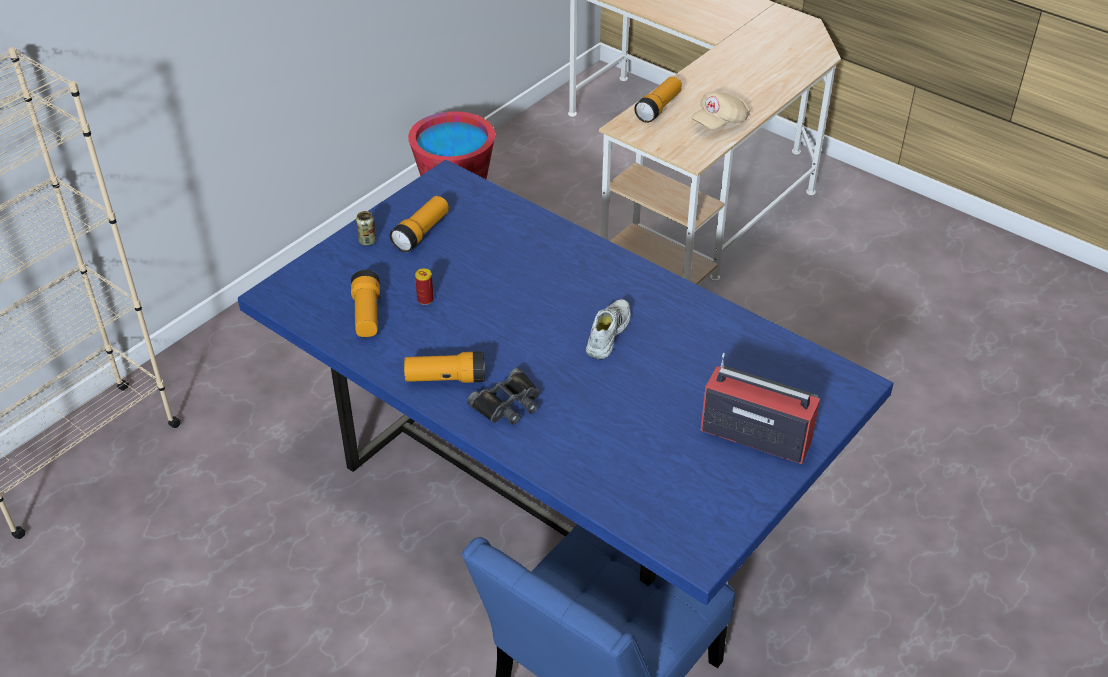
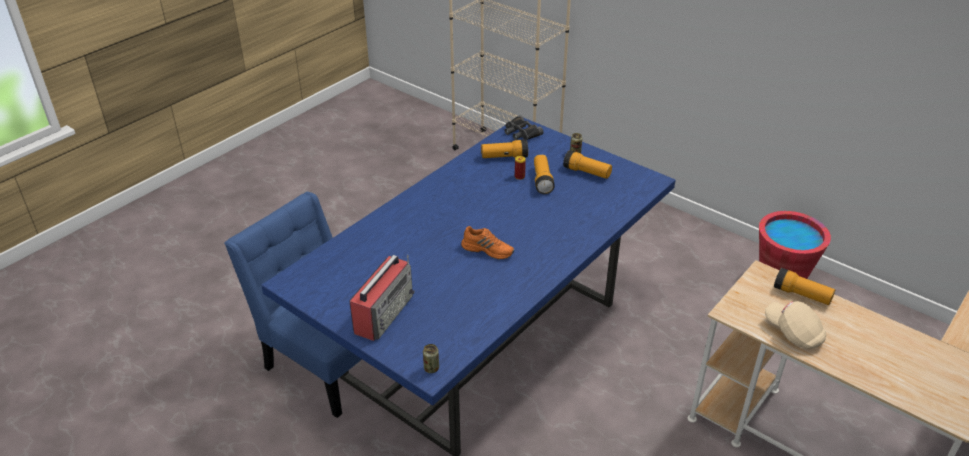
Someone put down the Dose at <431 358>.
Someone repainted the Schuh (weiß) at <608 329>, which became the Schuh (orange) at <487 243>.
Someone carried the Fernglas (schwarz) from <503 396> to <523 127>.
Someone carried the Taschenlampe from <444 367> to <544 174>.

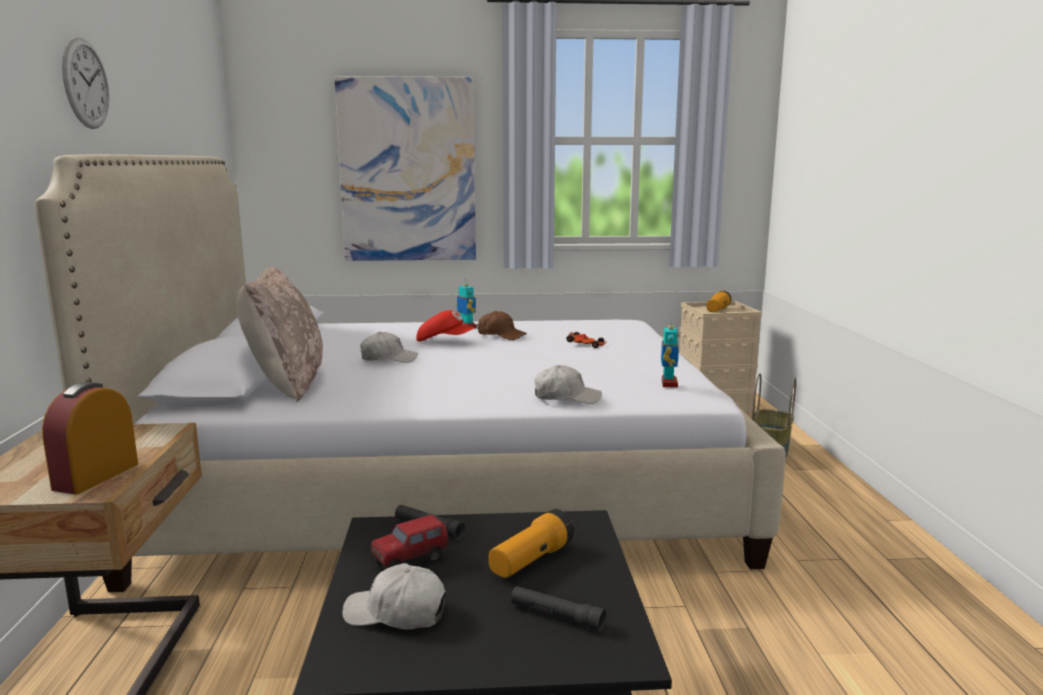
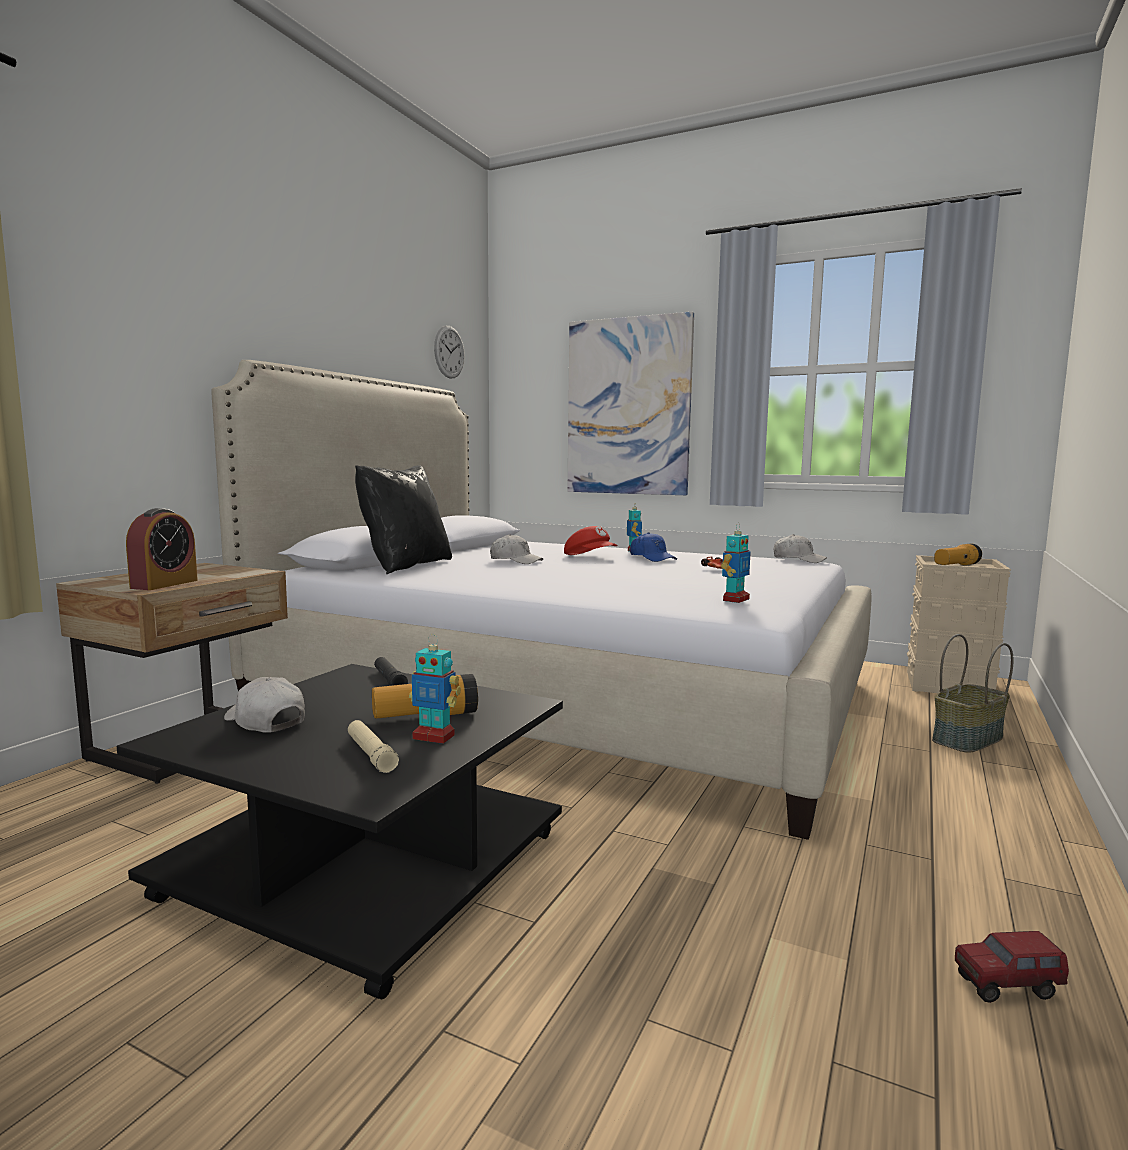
Someone rotated the Wecker at <90 438> by 150 degrees clockwise.
Someone repainted the Taschenlampe (schwarz) at <558 609>, which became the Taschenlampe (beige) at <373 746>.
Someone repainted the Kissen (beige) at <280 334>, which became the Kissen (schwarz) at <403 519>.
Someone put down the Spielzeugroboter at <435 689>.
Someone carried the Wanduhr from <85 83> to <449 352>.
Someone repainted the Kappe (braun) at <502 325>, which became the Kappe (blau) at <653 547>.
Someone carried the Kappe (weiß) from <568 384> to <800 548>.
Someone carried the Spielzeuglaster from <410 542> to <1012 967>.

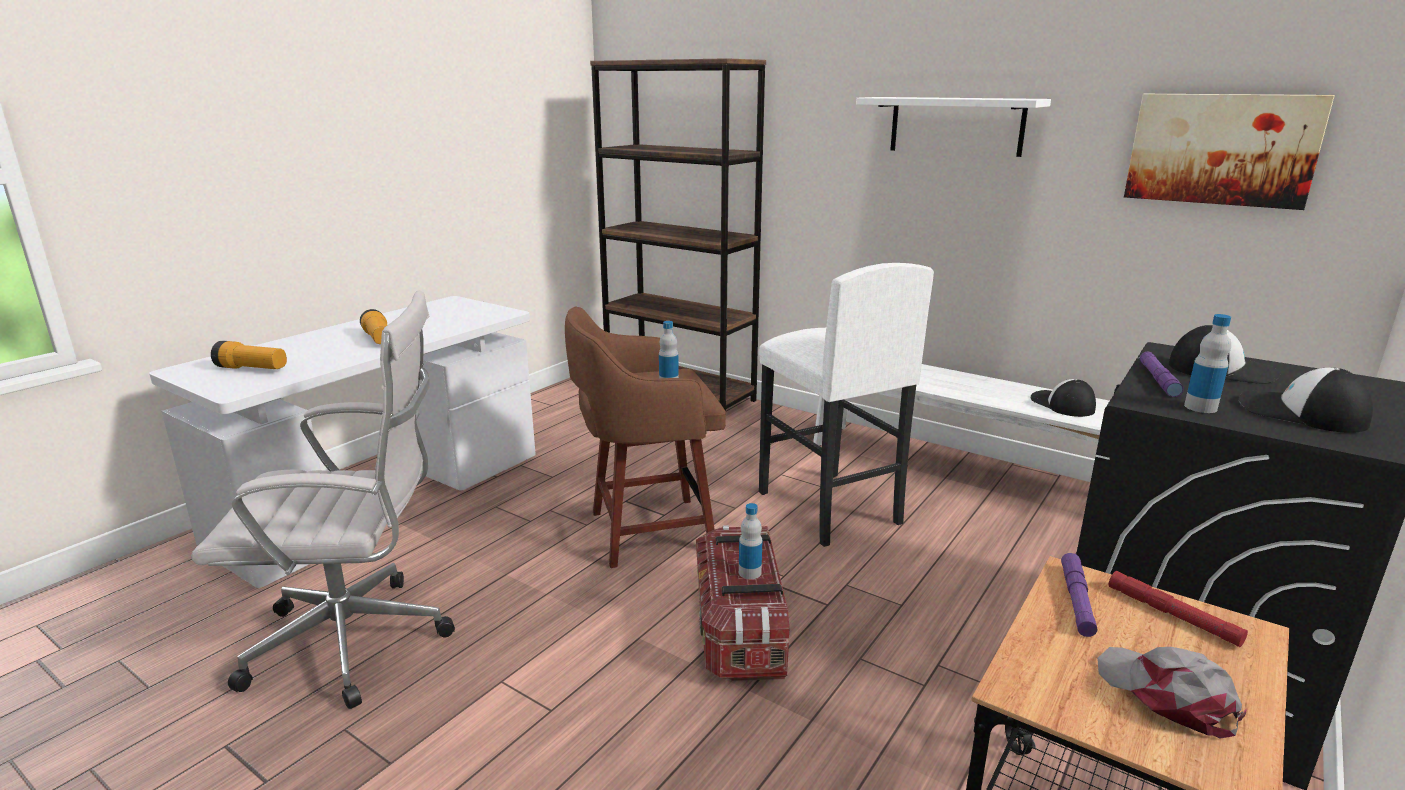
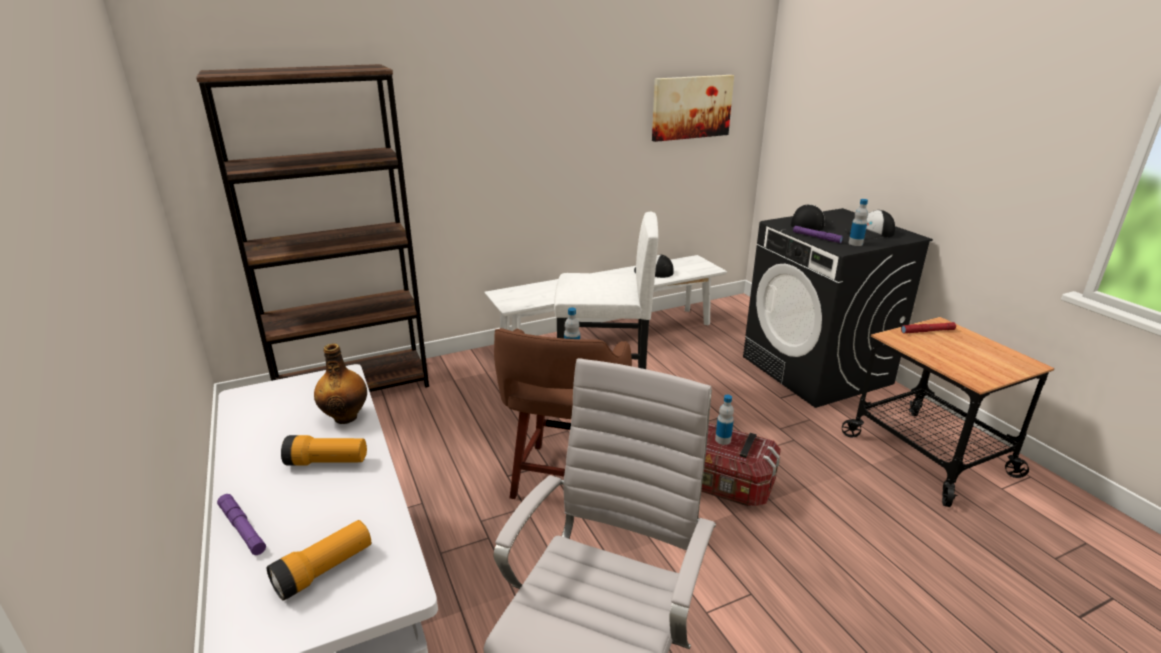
Someone carried the Taschenlampe (lila) from <1079 595> to <241 524>.
Someone put down the Flasche at <340 383>.
Someone took away the Wandregal (weiß) at <953 127>.
Someone took away the Kappe (grau) at <1172 692>.

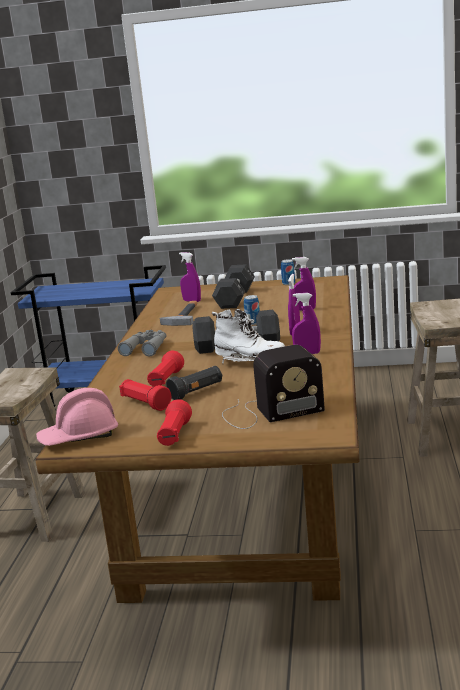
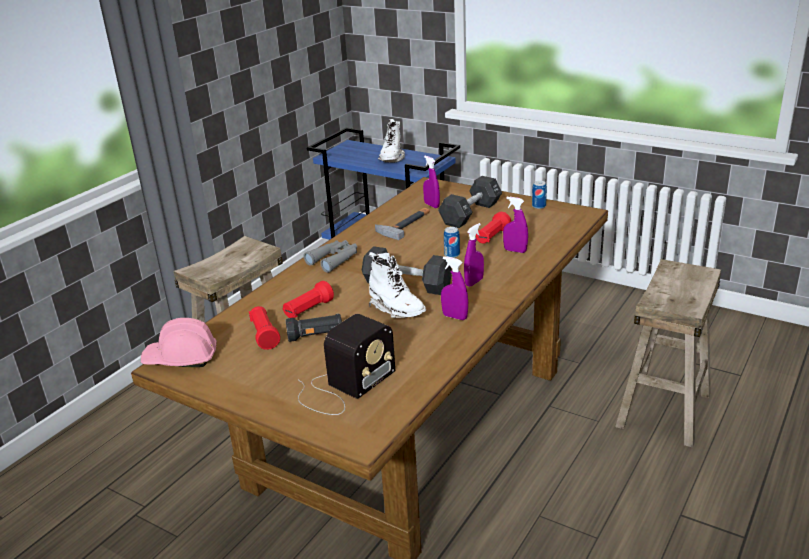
Someone rotated the Radio at <273 387> by 60 degrees counterclockwise.
Someone put down the Stiefel (weiß) at <391 140>.
Someone carried the Taschenlampe (rot) from <174 422> to <493 228>.

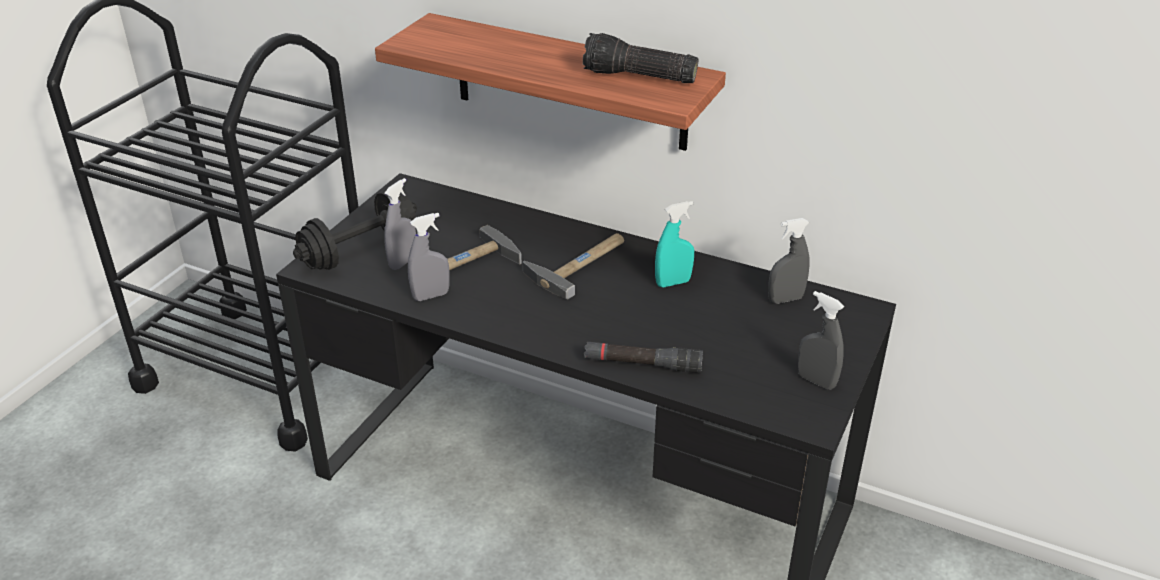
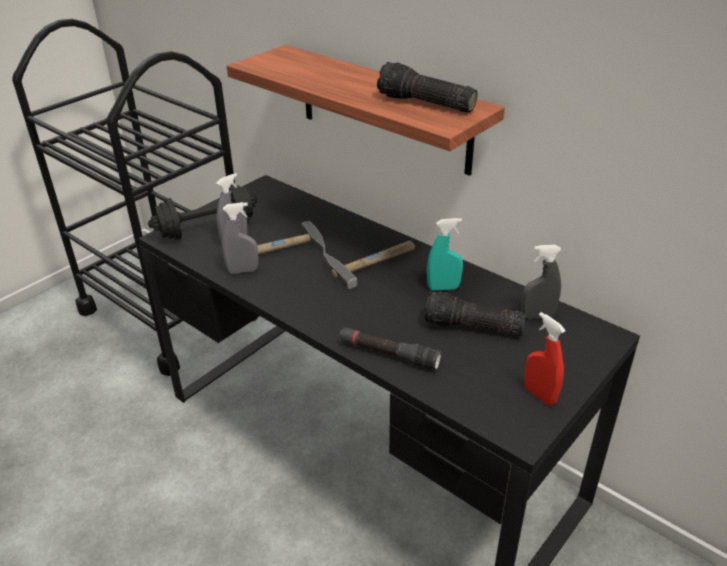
Someone put down the Taschenlampe at <474 313>.
Someone repainted the Sprühflasche (grau) at <821 340>, which became the Sprühflasche (rot) at <545 359>.

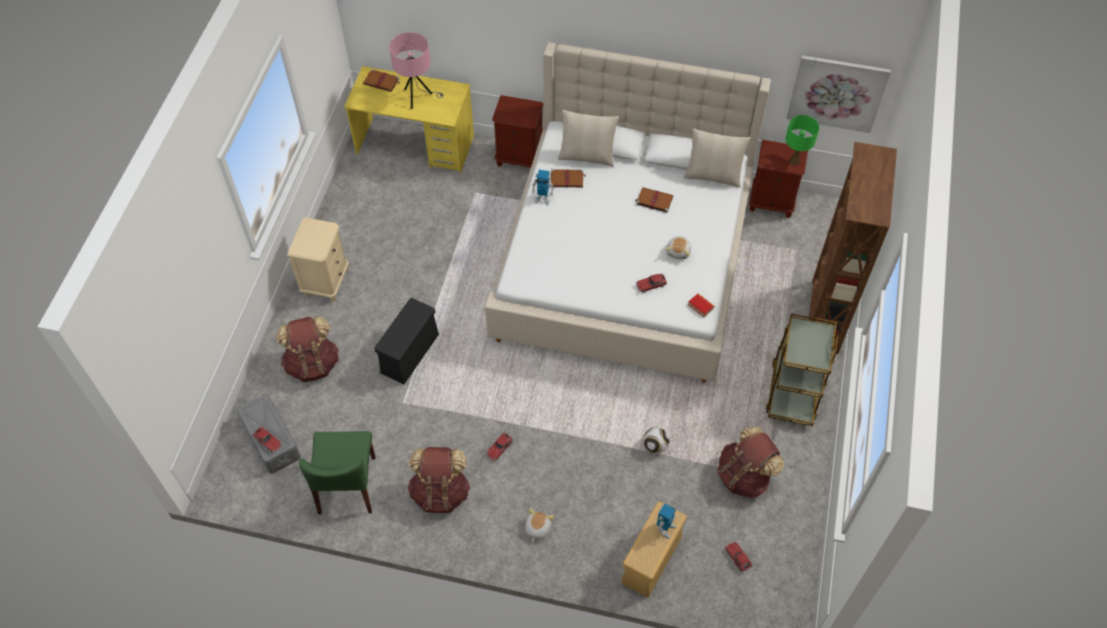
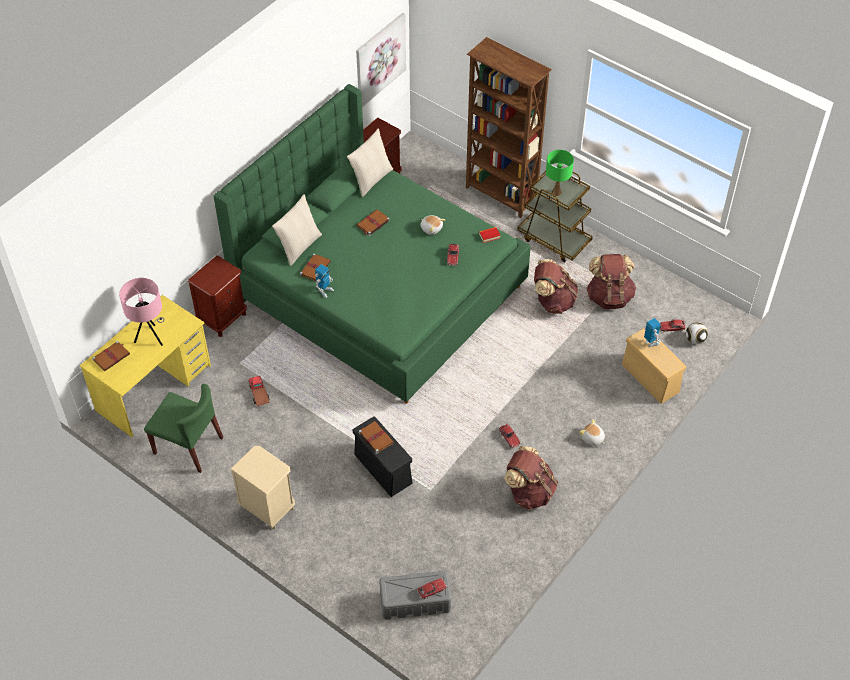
Someone carried the Stuhl (grün) from <337 472> to <183 428>.
Someone repainted the Bett (beige) at <628 212>, which became the Bett (grün) at <372 244>.
Someone put down the Spielzeuglaster at <259 391>.
Someone put down the Buch (braun) at <376 437>.
Someone carried the Rucksack (braun) from <307 349> to <556 286>.
Someone carried the Tischlampe (grün) from <802 140> to <560 173>.
Someone carried the Fußball from <656 440> to <697 333>.

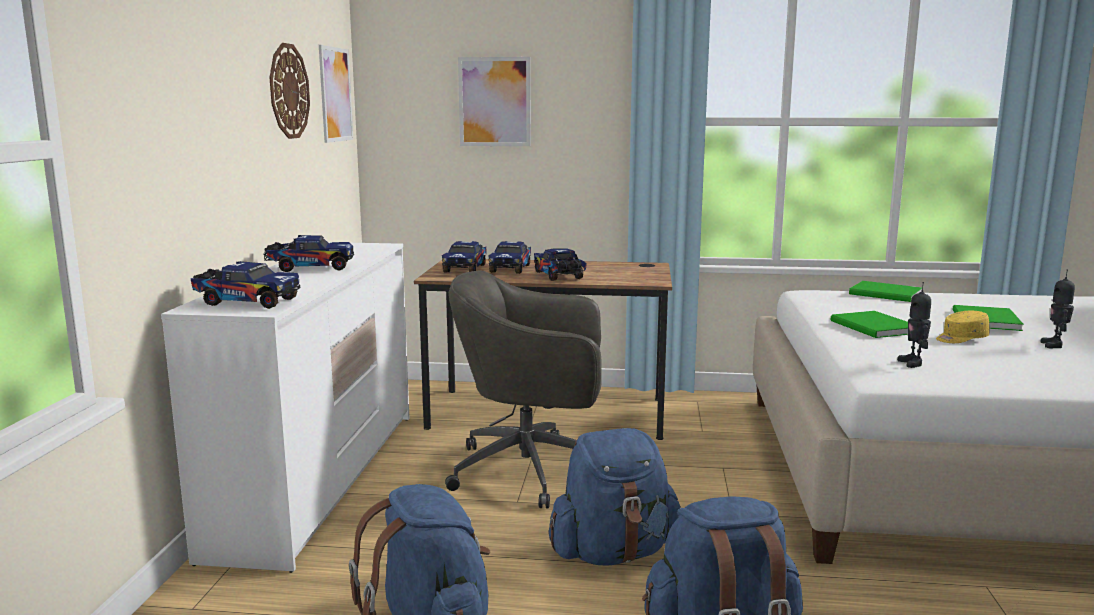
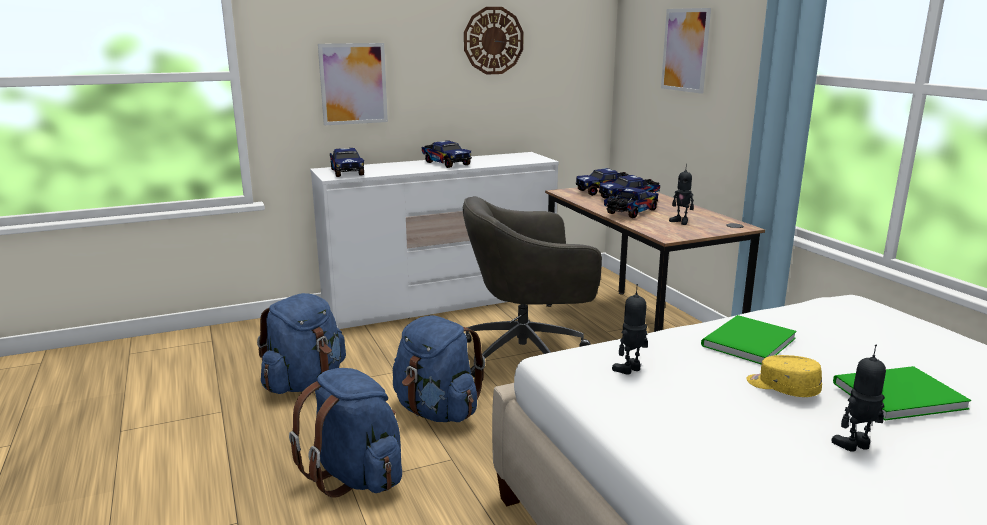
Someone carried the Bild from <336 94> to <353 84>.
Someone rotated the Bürostuhl (grau) at <523 389> by 75 degrees counterclockwise.
Someone put down the Spielzeugroboter at <681 194>.
Someone took away the Buch (grün) at <885 291>.

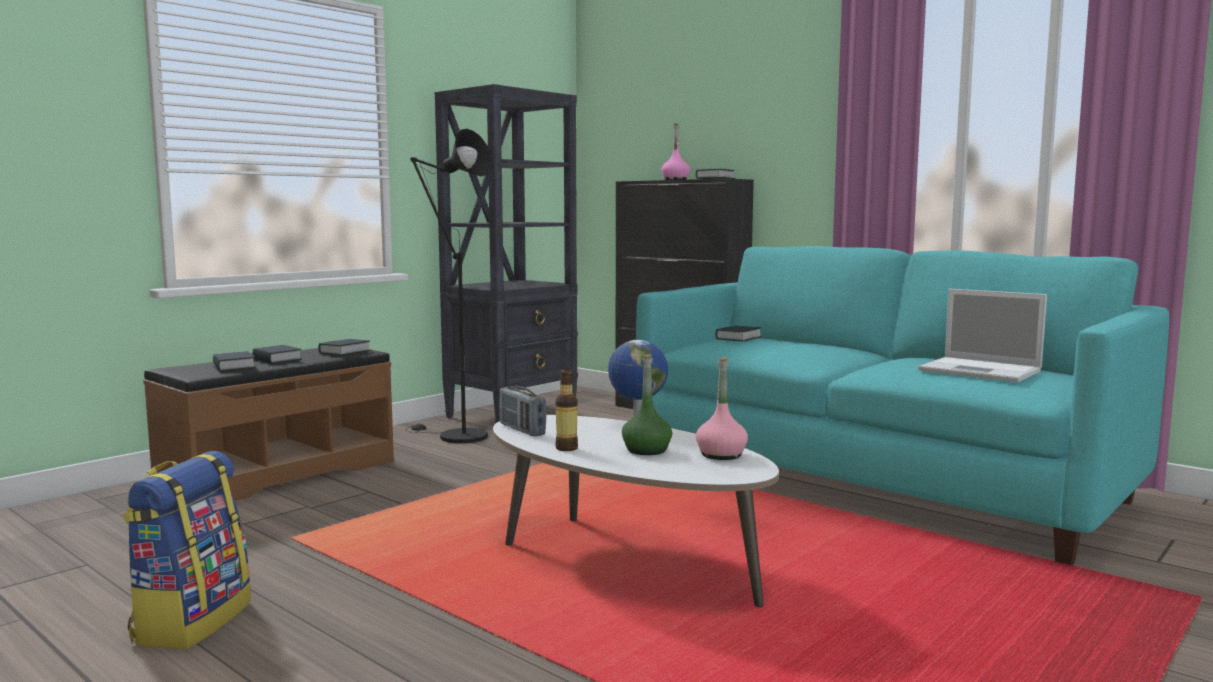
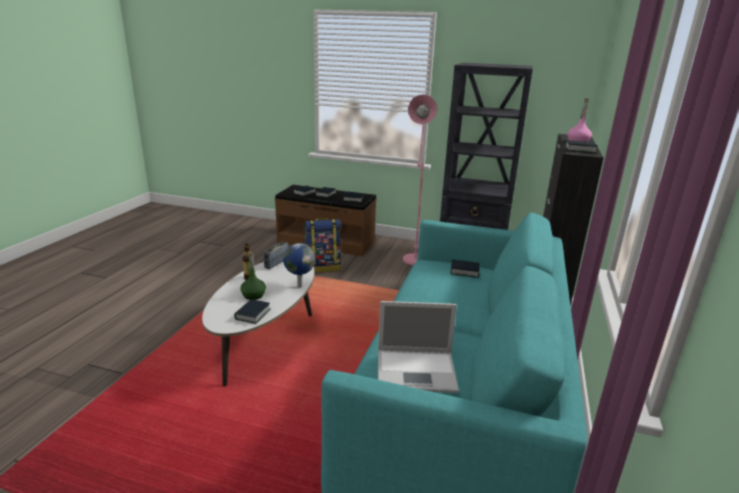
Someone swapped the Flasche (rosa) at <722 408> for the Buch at <252 311>.
Someone carried the Rucksack from <187 550> to <322 245>.
Someone rotated the Laptop at <982 335> by 105 degrees counterclockwise.
Someone repainted the Stehlampe (schwarz) at <448 286>, which became the Stehlampe (rosa) at <420 179>.

